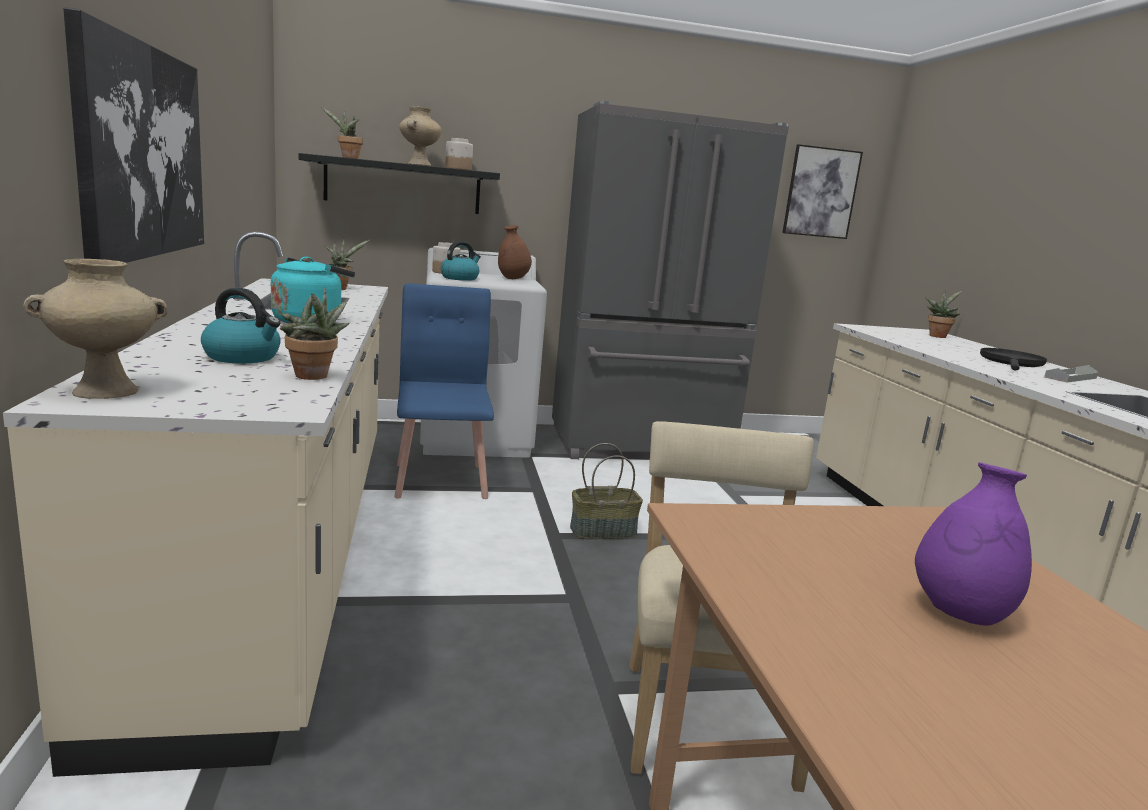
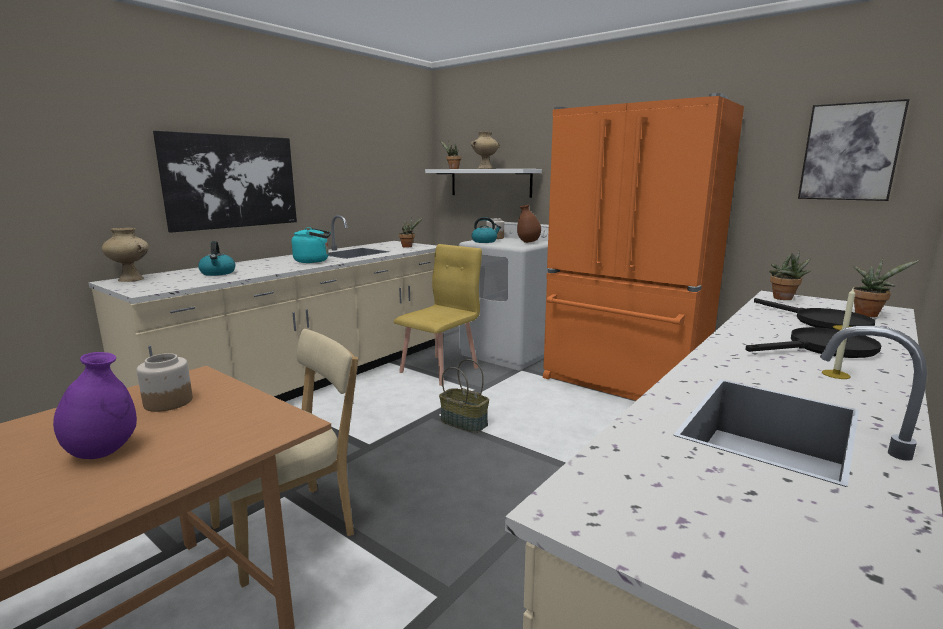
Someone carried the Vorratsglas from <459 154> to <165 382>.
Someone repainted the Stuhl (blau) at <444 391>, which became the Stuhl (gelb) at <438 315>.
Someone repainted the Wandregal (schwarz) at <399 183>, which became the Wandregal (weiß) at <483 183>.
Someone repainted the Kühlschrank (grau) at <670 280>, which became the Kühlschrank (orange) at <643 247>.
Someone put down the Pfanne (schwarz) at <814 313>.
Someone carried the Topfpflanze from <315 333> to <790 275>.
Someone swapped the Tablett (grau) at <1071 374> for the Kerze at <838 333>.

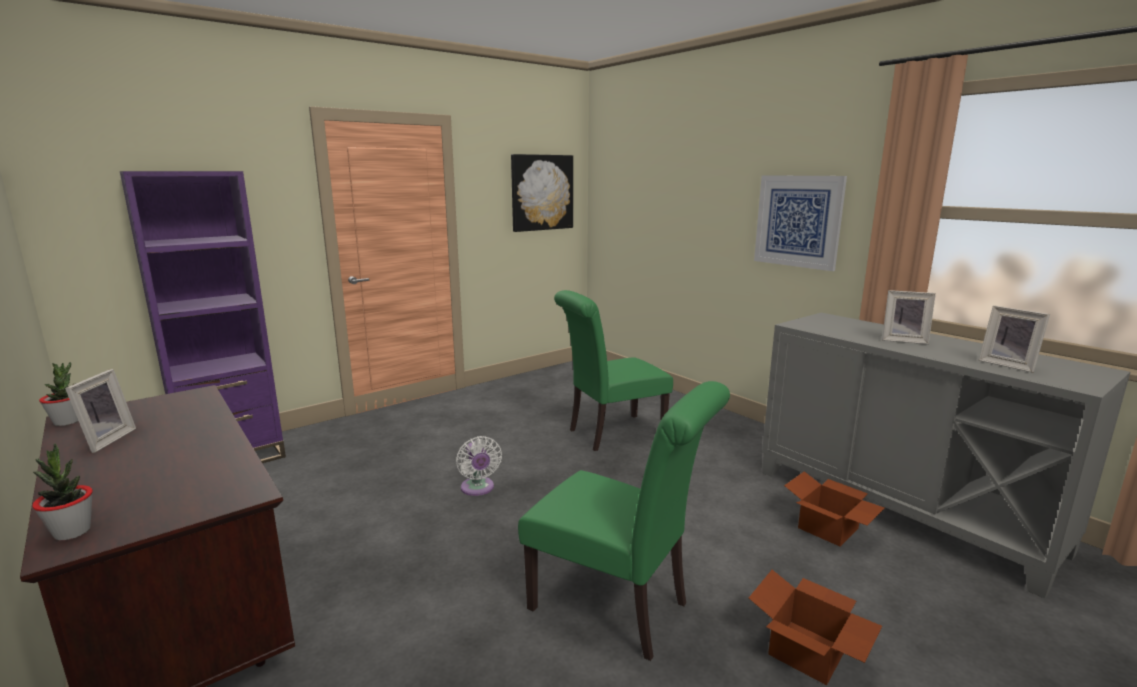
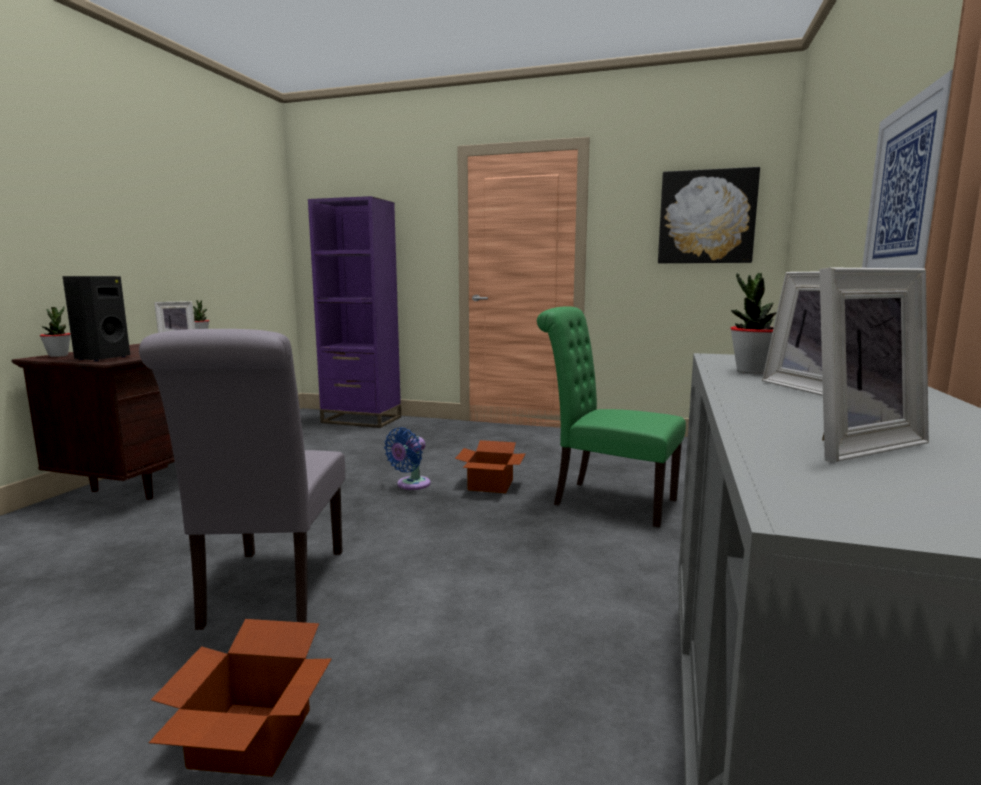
Someone put down the Lautsprecher (schwarz) at <96 318>.
Someone repainted the Stuhl (grün) at <624 521>, which became the Stuhl (grau) at <242 479>.
Someone repainted the Ventilator (weiß) at <479 466>, which became the Ventilator (blau) at <407 458>.
Someone carried the Karton from <834 508> to <490 466>.
Someone put down the Topfpflanze at <753 323>.
Someone rotated the Bilderrahmen at <1014 339> by 135 degrees counterclockwise.

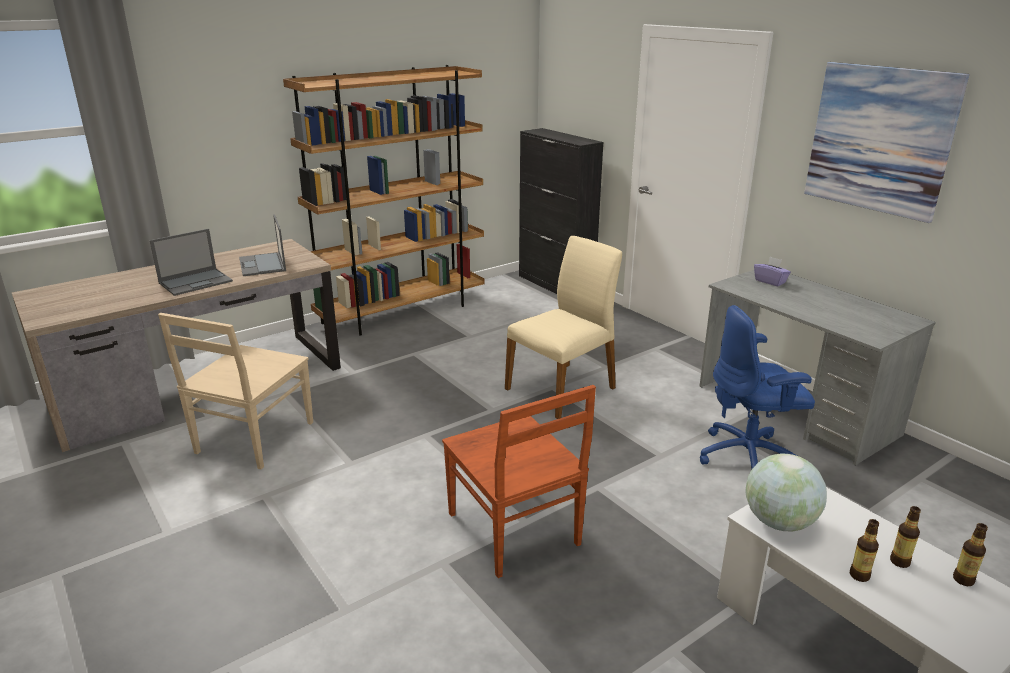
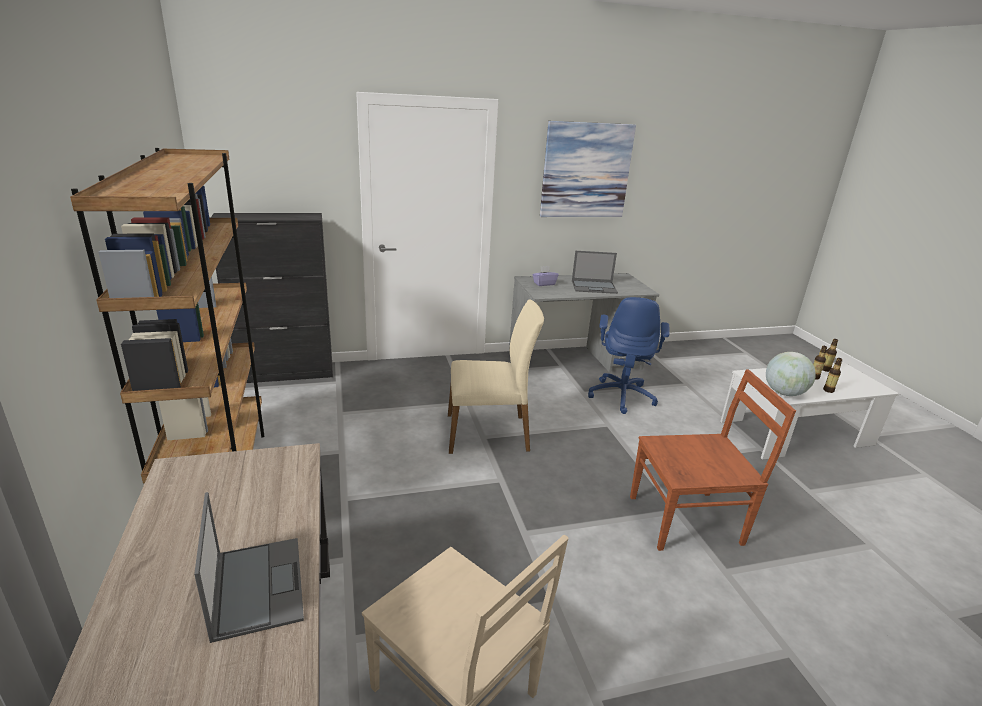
Someone rotated the Stuhl (beige) at <563 327> by 105 degrees clockwise.
Someone carried the Laptop from <262 245> to <595 272>.

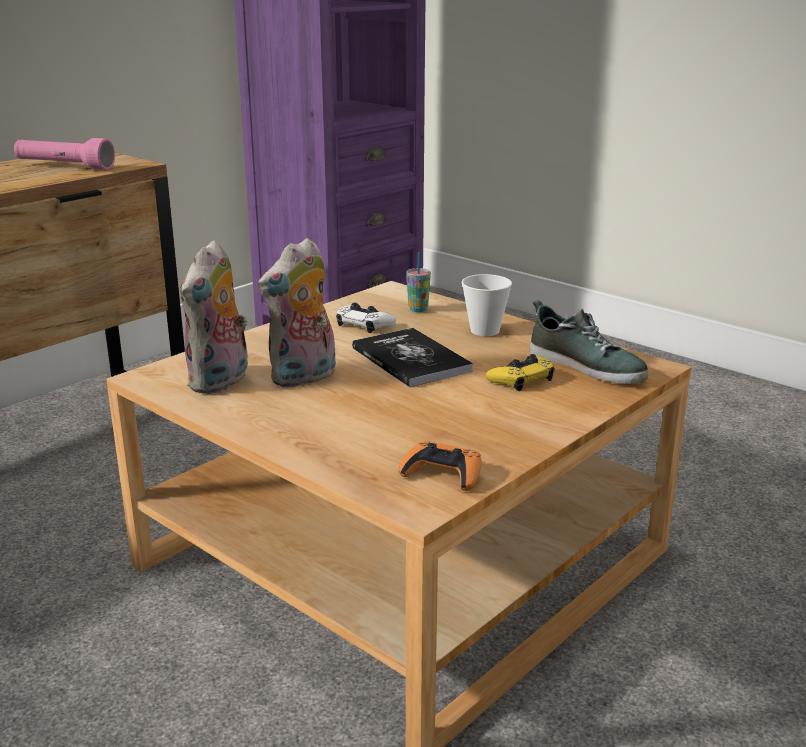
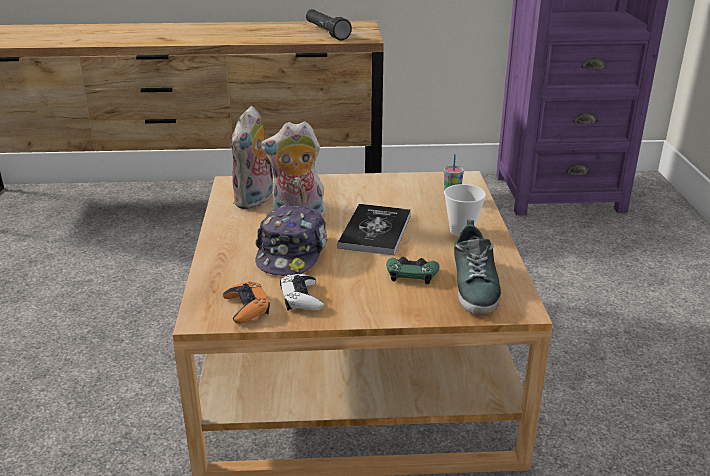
Someone rotated the Plüschtier at <214 317> by 45 degrees counterclockwise.
Someone put down the Kappe at <291 240>.
Someone carried the Gamepad (weiß) from <366 317> to <302 292>.
Someone repainted the Taschenlampe (rosa) at <64 154>, which became the Taschenlampe (schwarz) at <329 24>.
Someone repainted the Gamepad (gelb) at <520 372>, which became the Gamepad (grün) at <412 270>.

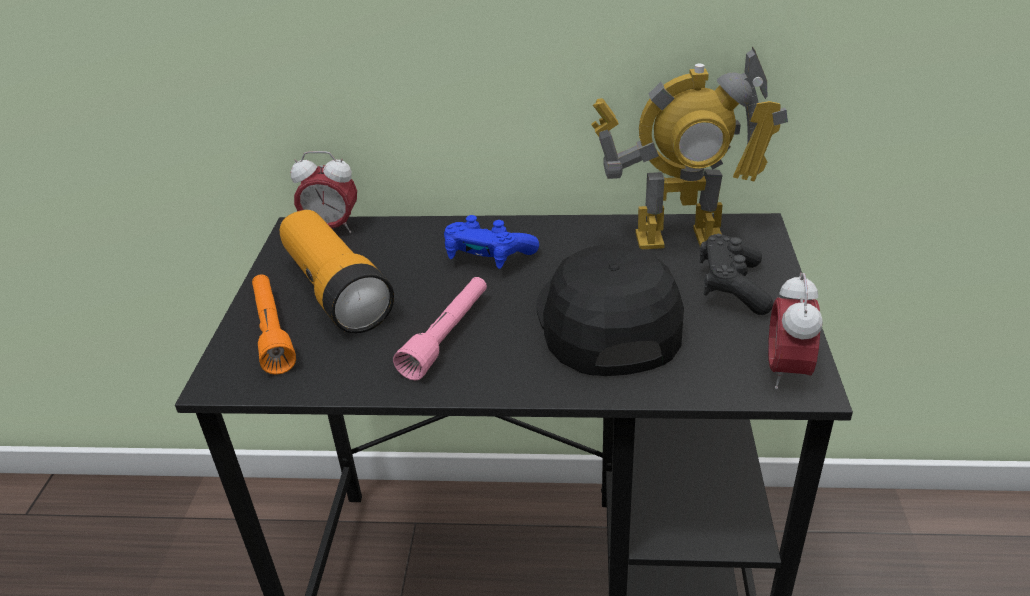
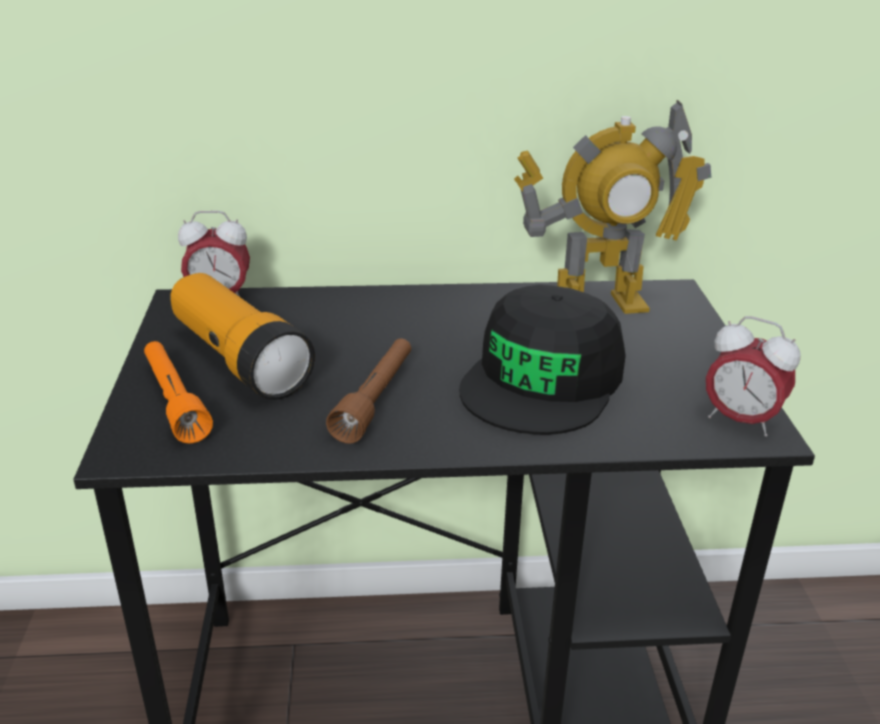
Someone repainted the Taschenlampe (rosa) at <440 329>, which became the Taschenlampe (braun) at <368 391>.
Someone rotated the Kappe (schwarz) at <610 310> by 135 degrees counterclockwise.
Someone rotated the Wecker at <795 331> by 60 degrees counterclockwise.
Someone took away the Gamepad (blau) at <491 242>.
Someone took away the Gamepad (schwarz) at <736 274>.

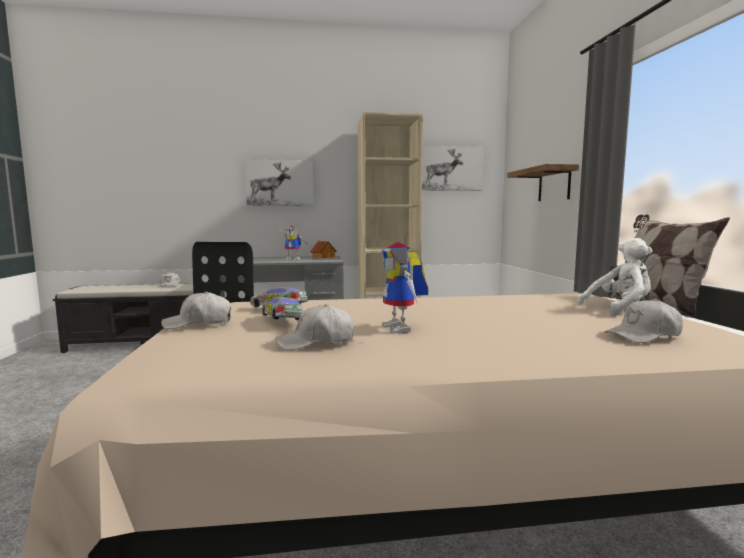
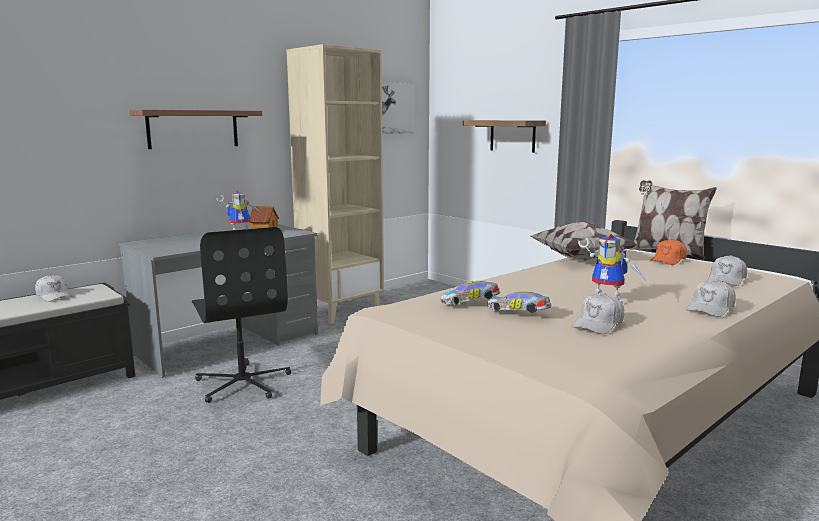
Someone swapped the Bild at <279 182> for the Wandregal at <196 129>.
Someone put down the Kissen at <584 241>.
Someone swapped the Plüschtier (weiß) at <615 277> for the Kappe (orange) at <668 252>.
Someone carried the Kappe (weiß) from <196 310> to <711 298>.

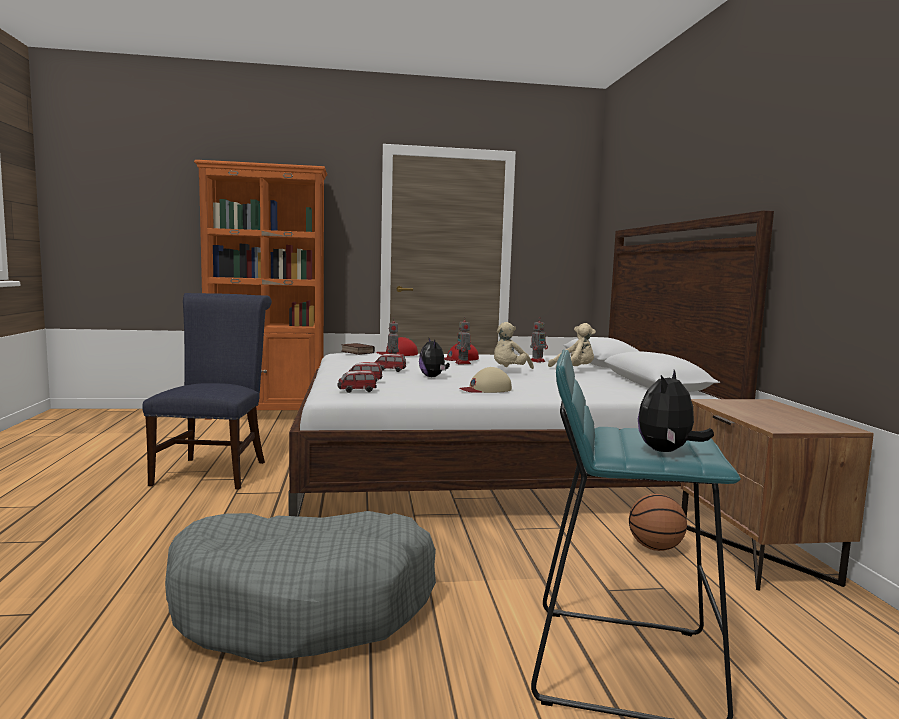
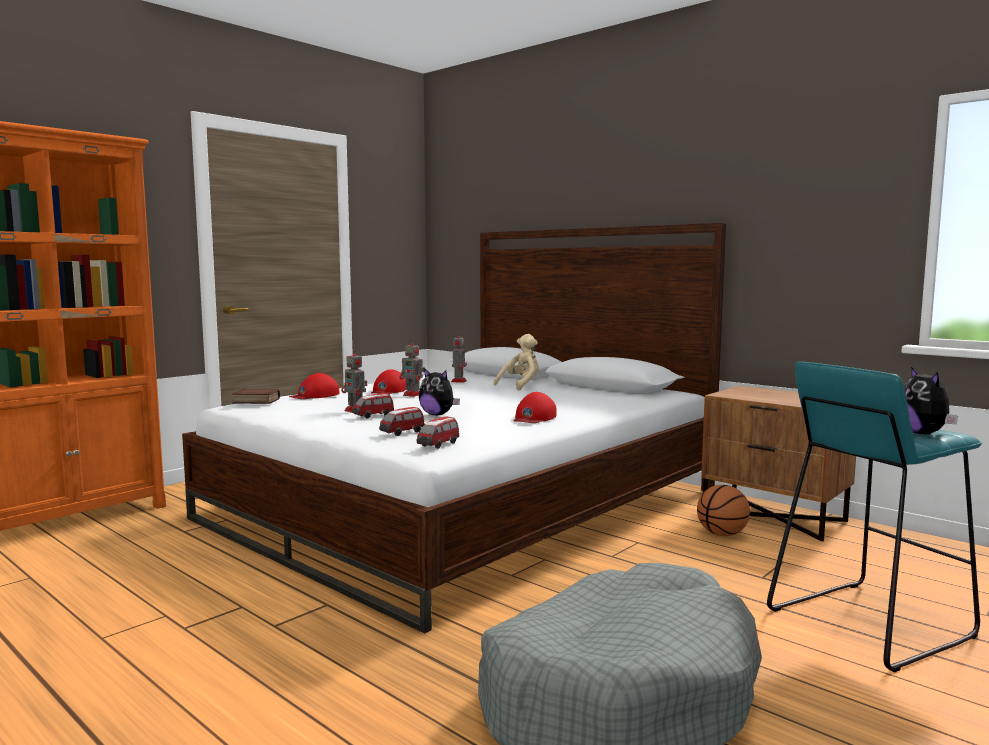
Someone repainted the Kappe (beige) at <485 380>, which became the Kappe (rot) at <535 407>.
Someone took away the Stuhl (blau) at <207 391>.
Someone took away the Plüschtier (beige) at <514 345>.

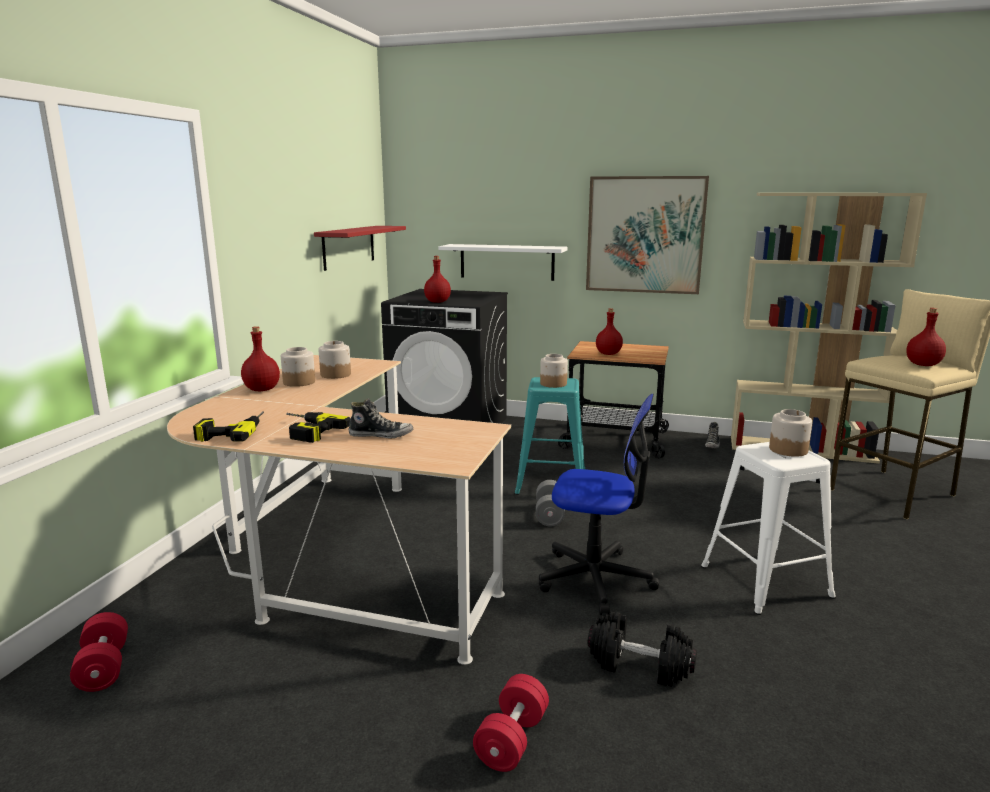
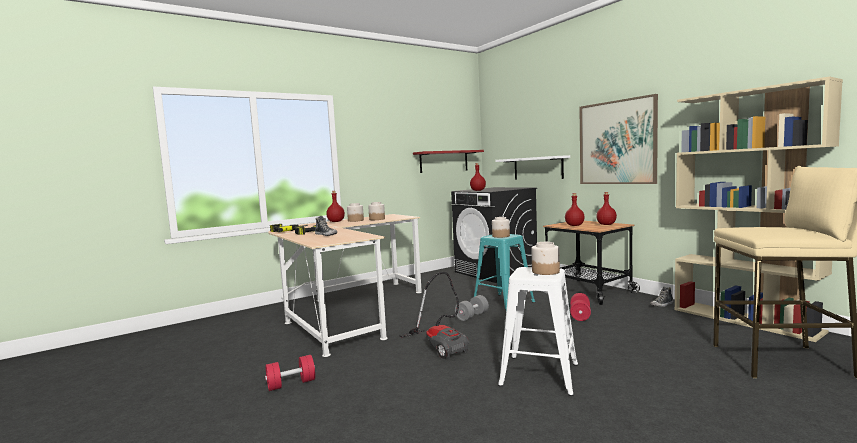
Someone swapped the Bürostuhl at <599 504> for the Staubsauger at <434 315>.
Someone carried the Hantel (rot) from <99 652> to <580 307>.
Someone carried the Flasche (rot) from <926 337> to <606 208>.
Someone took away the Hantel (schwarz) at <642 649>.

